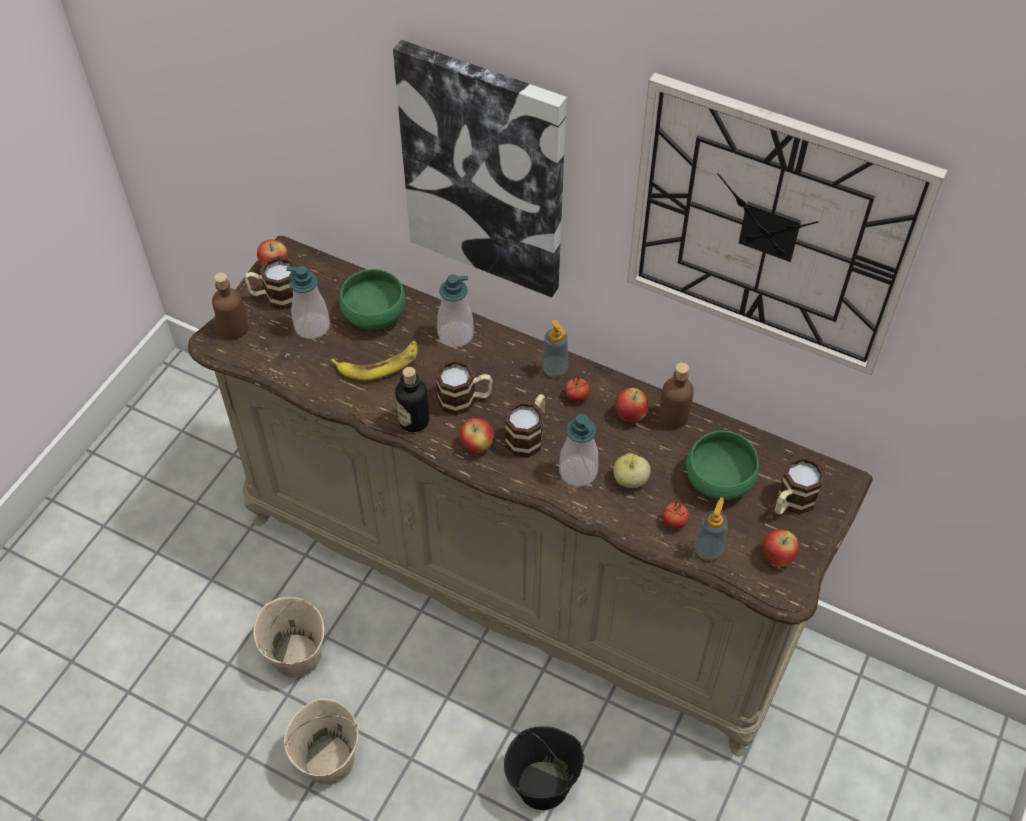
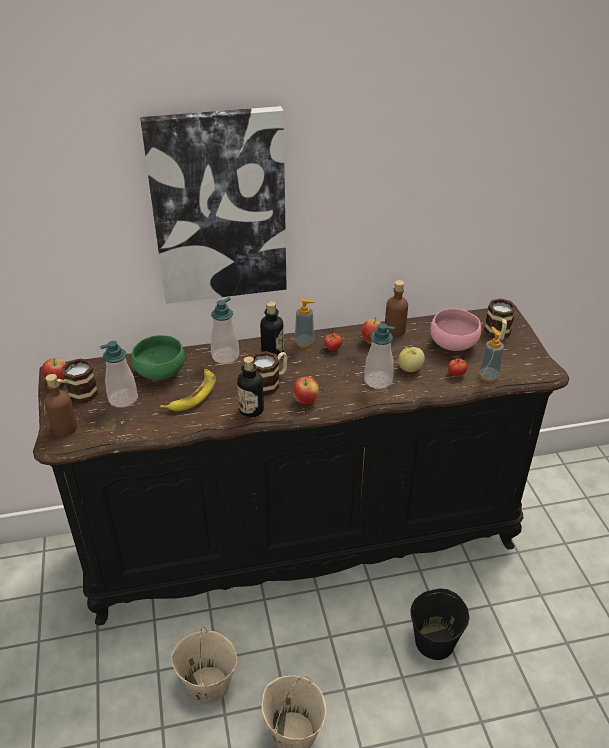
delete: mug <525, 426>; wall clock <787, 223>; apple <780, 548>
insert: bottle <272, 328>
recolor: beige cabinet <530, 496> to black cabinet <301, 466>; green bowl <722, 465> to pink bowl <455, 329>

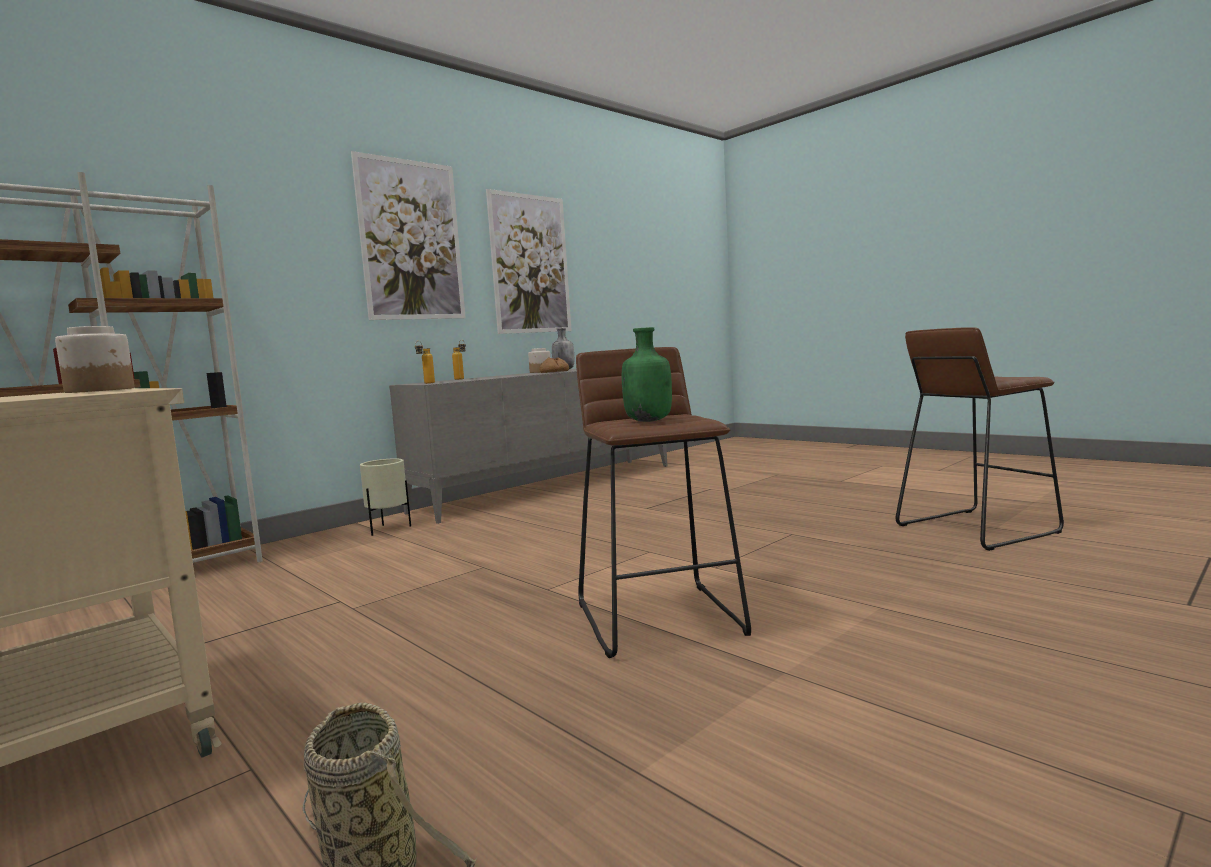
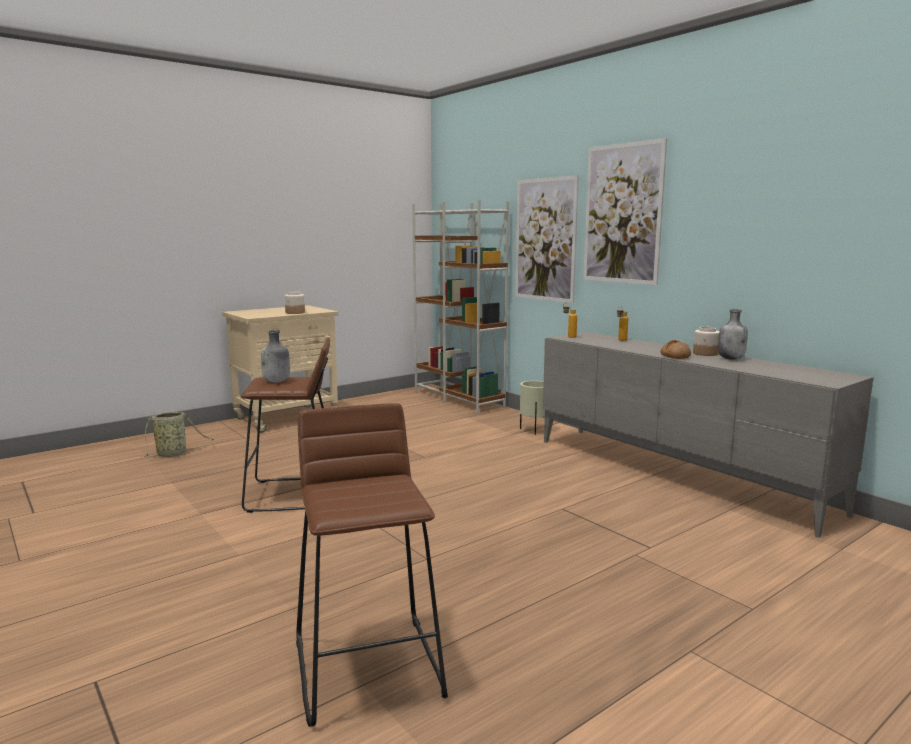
move: picture <529, 261> to <547, 239>
recolor: green bottle <647, 374> to grey bottle <275, 356>

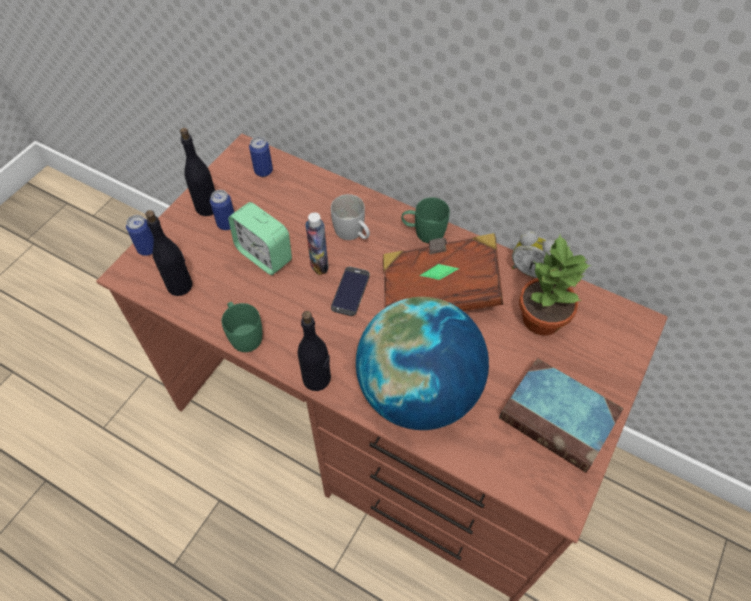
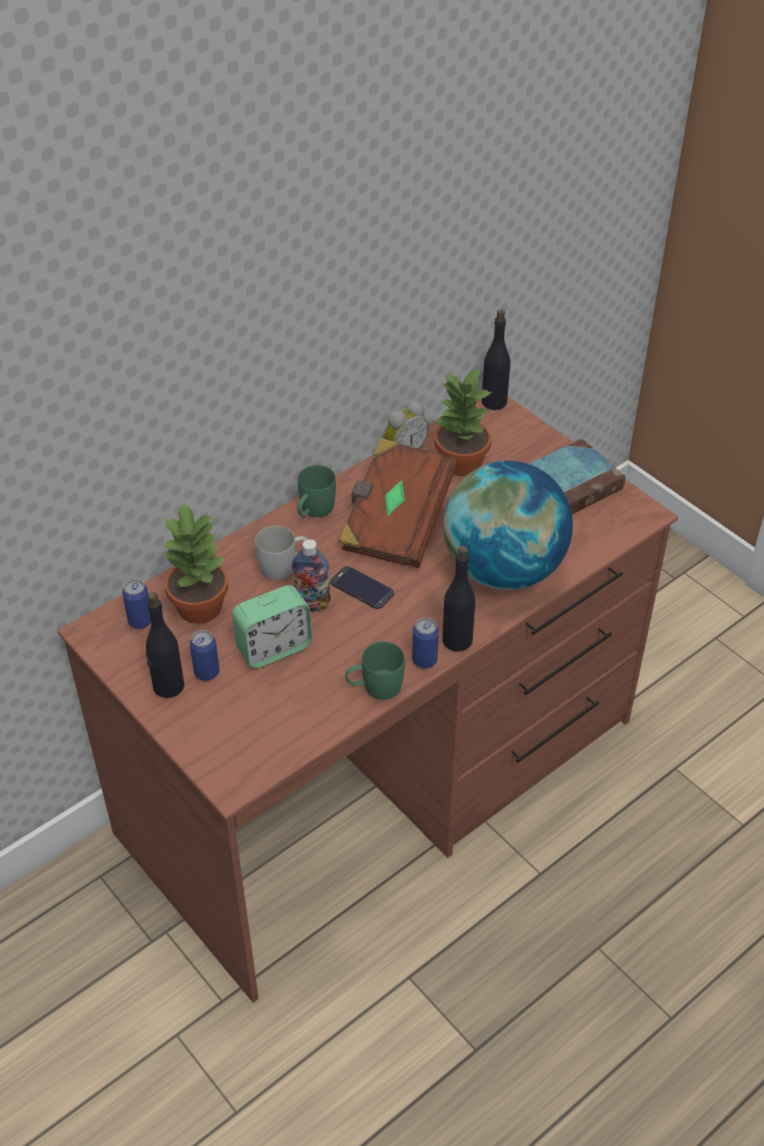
insert: potted plant <195, 562>
move: can <140, 235> to <425, 643>; black bottle <168, 253> to <495, 359>

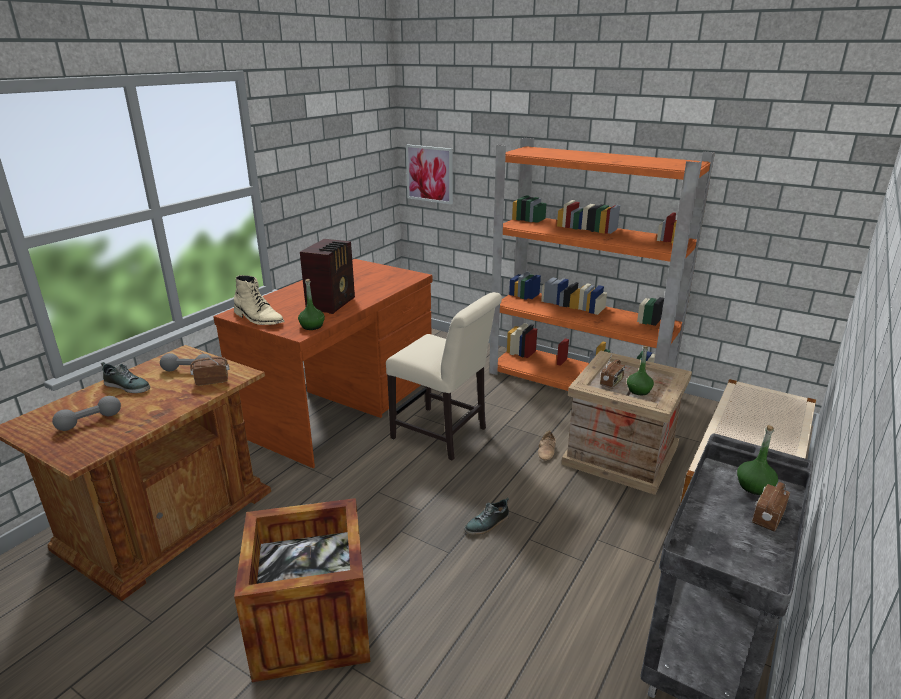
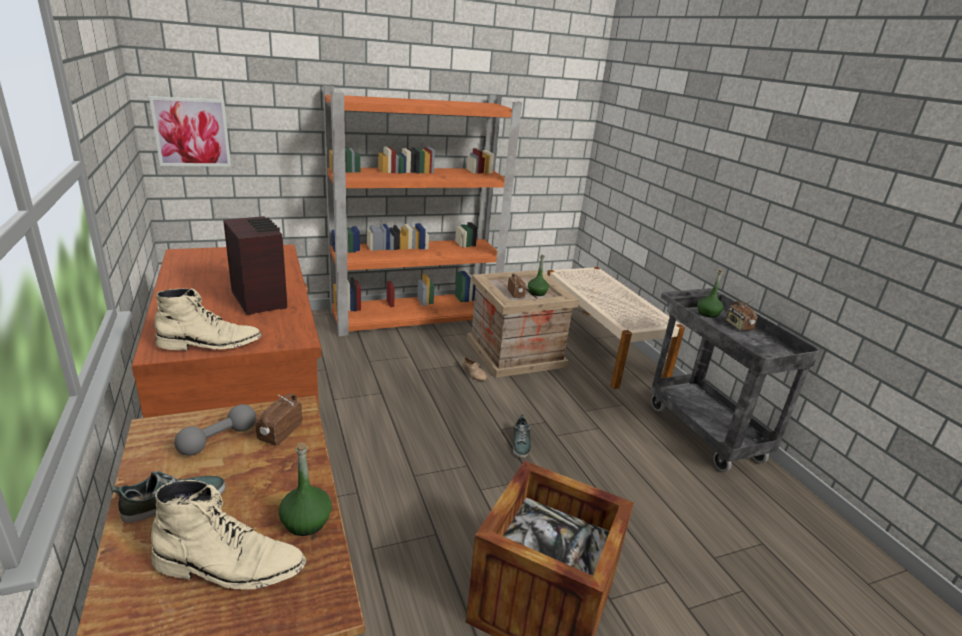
delete: beige chair <444, 376>
move: green bottle <311, 304> to <305, 489>
replace: grey dumbbell <86, 413> to beige boot <228, 535>

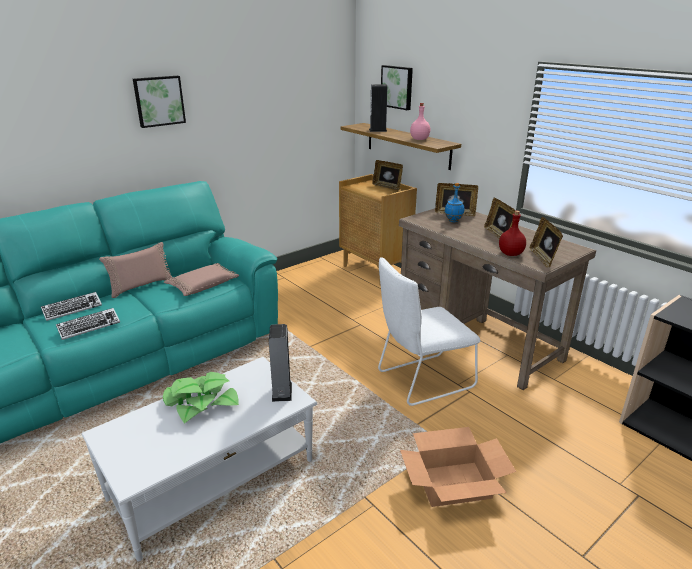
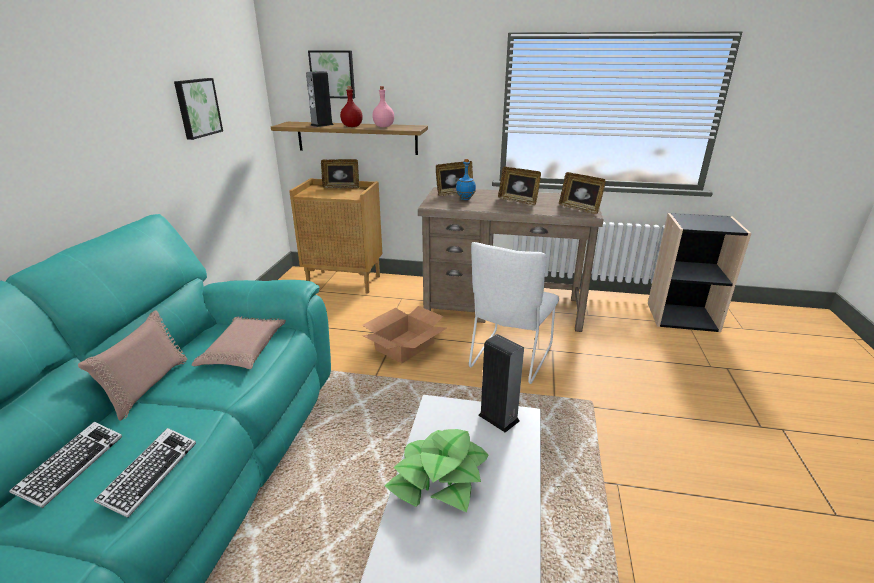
move: picture <159, 102> to <198, 109>; cardboard box <458, 467> to <404, 334>; red bottle <512, 233> to <351, 106>

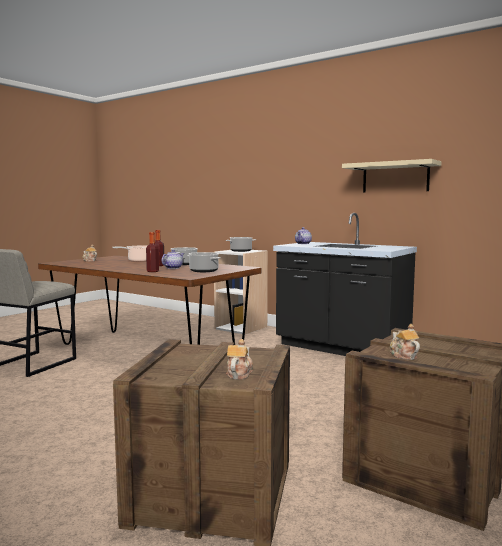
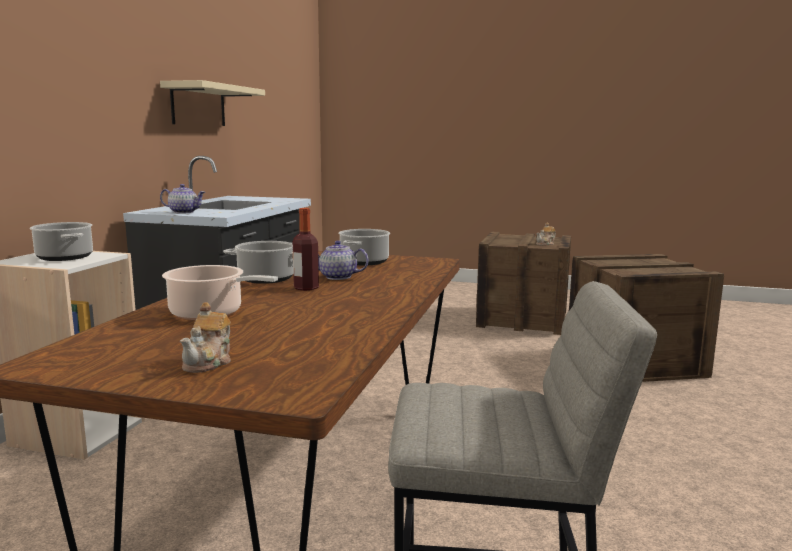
delete: bottle <152, 252>; teapot <239, 359>

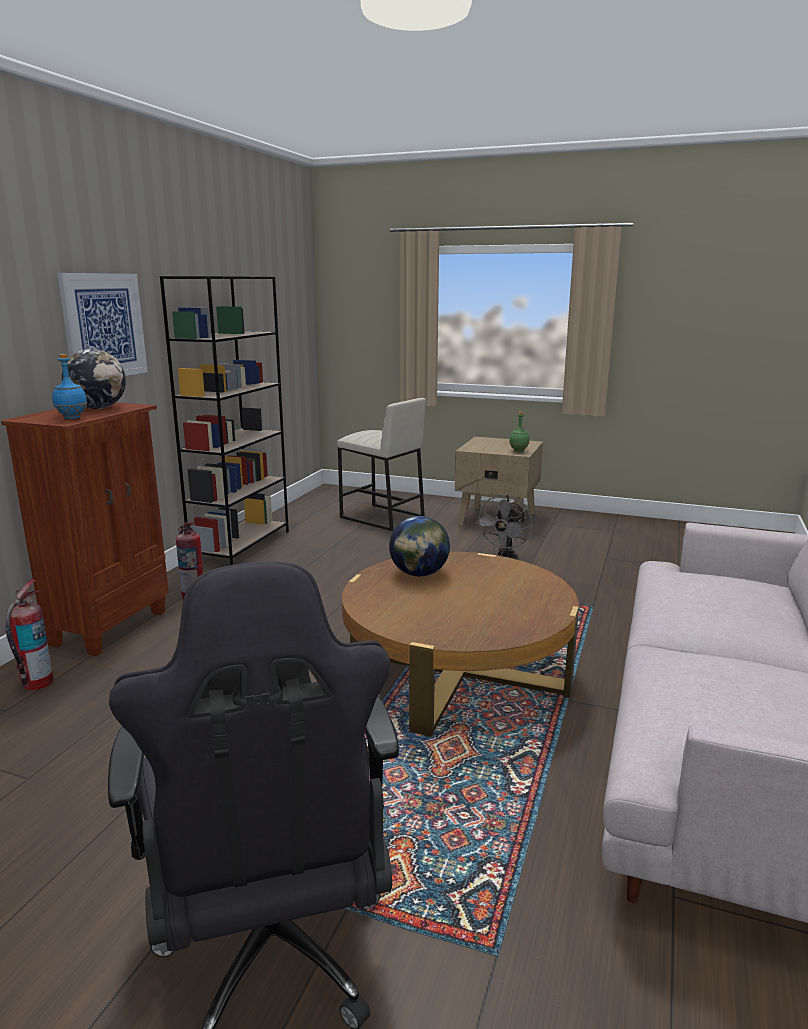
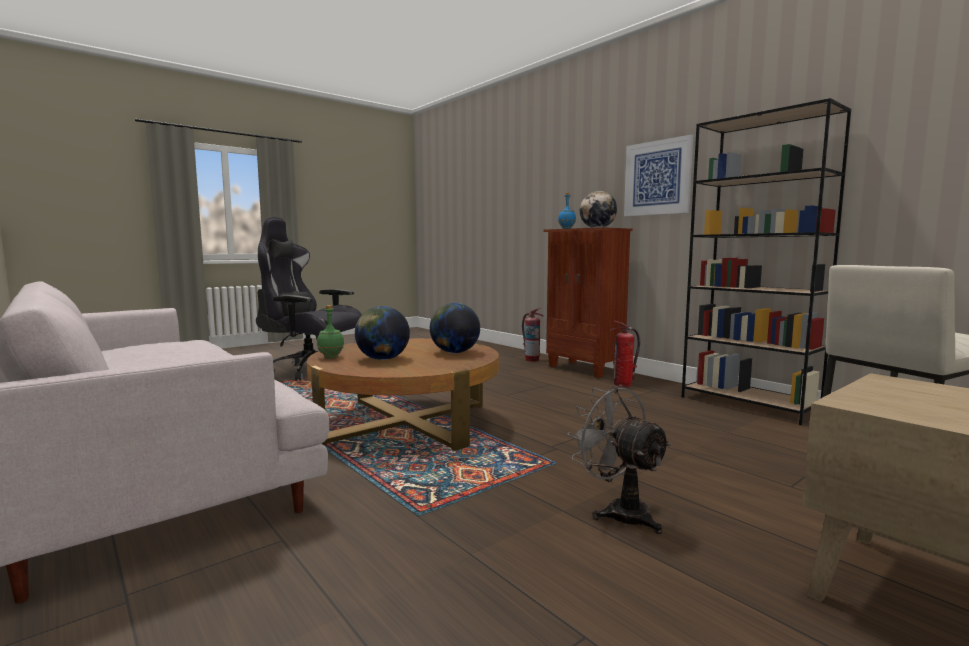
insert: globe <382, 333>
move: green bottle <519, 432> to <330, 331>

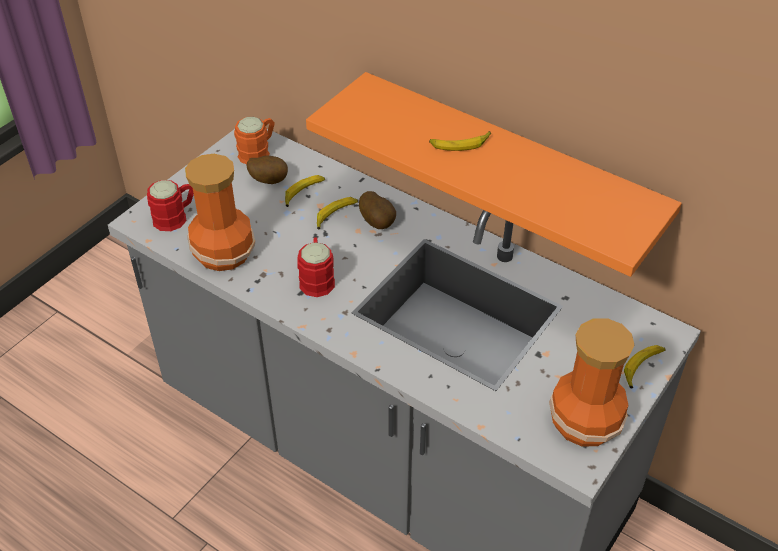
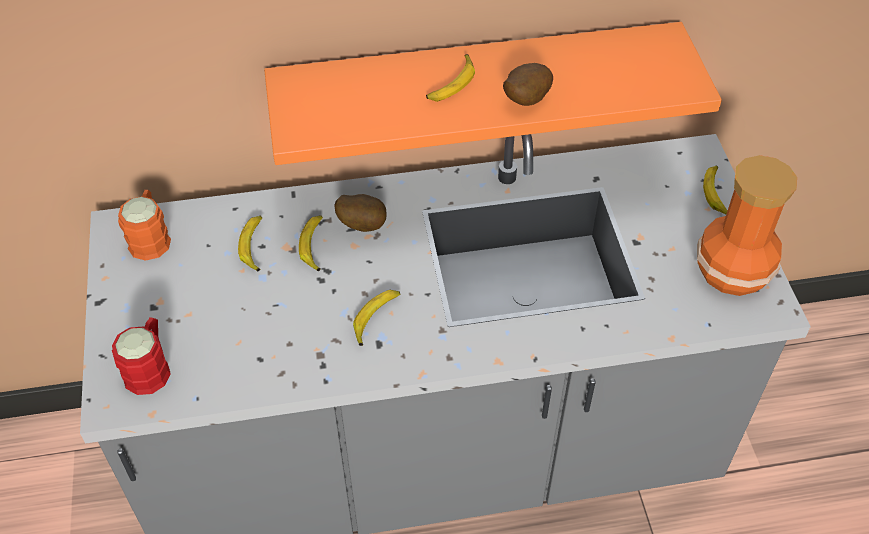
delete: vase <220, 212>
move: potato <267, 169> to <528, 84>
replace: red mug <316, 267> to banana <377, 318>

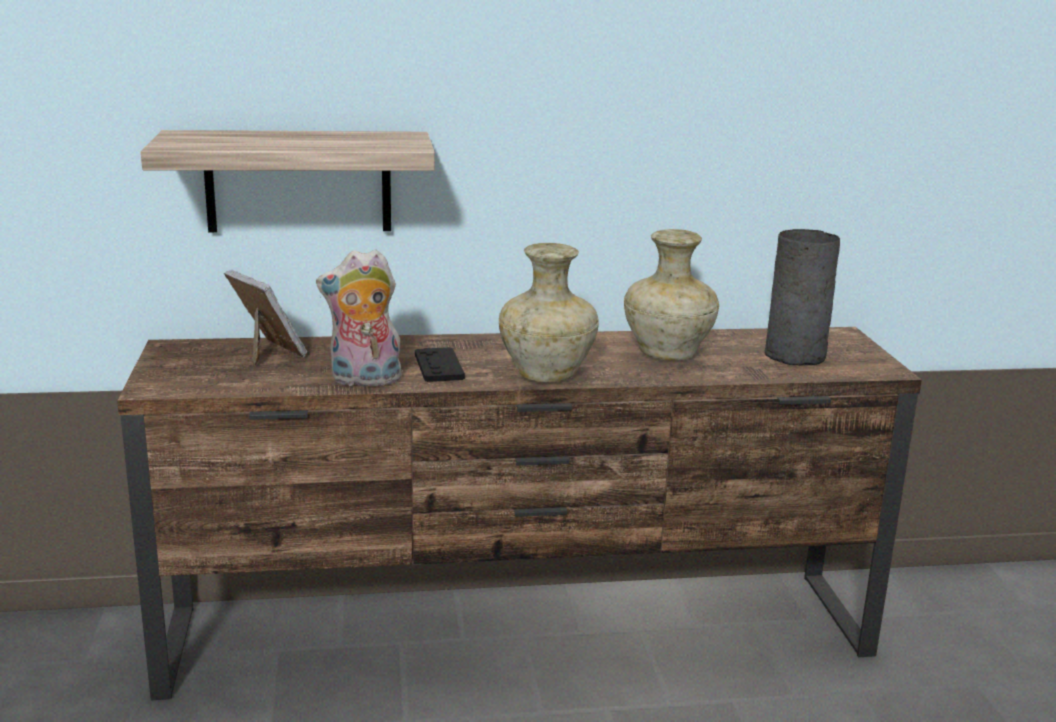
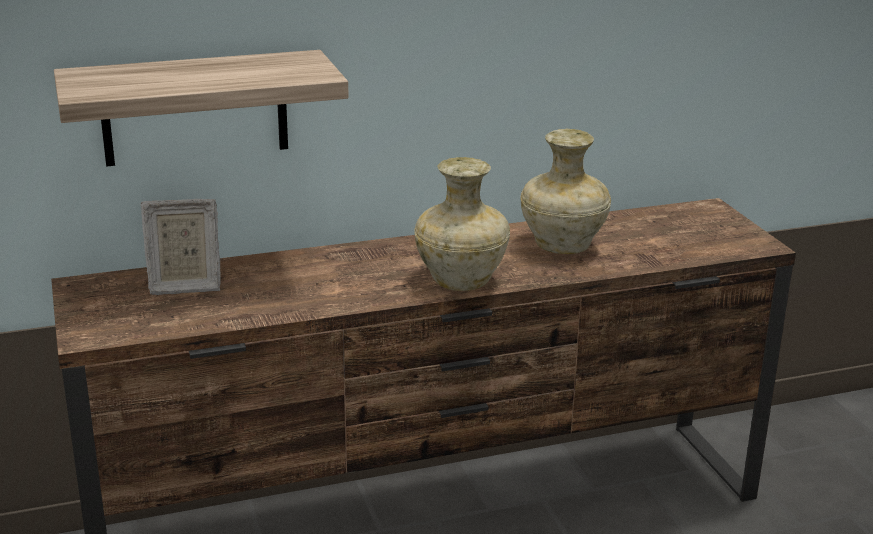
delete: plush toy <359, 319>; black game controller <440, 364>; grey vase <802, 297>
rotate: picture frame <265, 317> = <180, 247> 135 degrees clockwise

